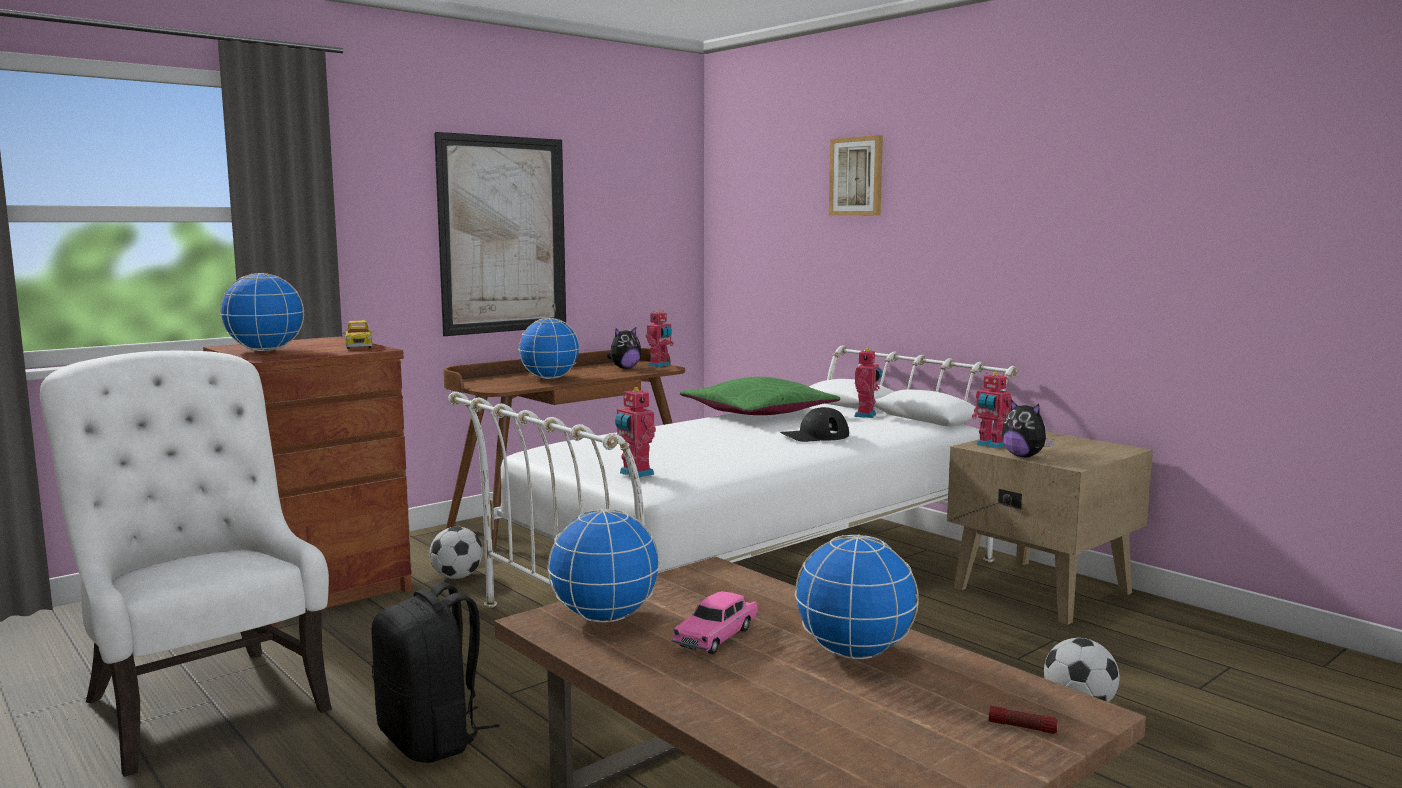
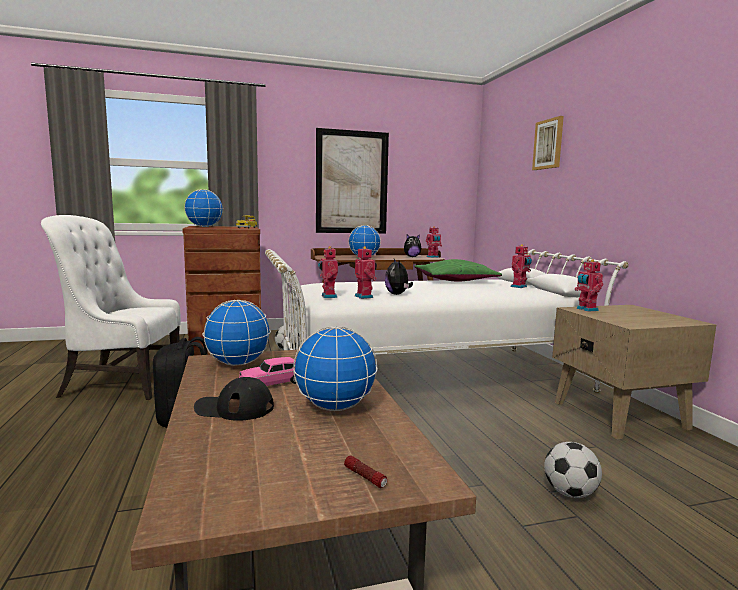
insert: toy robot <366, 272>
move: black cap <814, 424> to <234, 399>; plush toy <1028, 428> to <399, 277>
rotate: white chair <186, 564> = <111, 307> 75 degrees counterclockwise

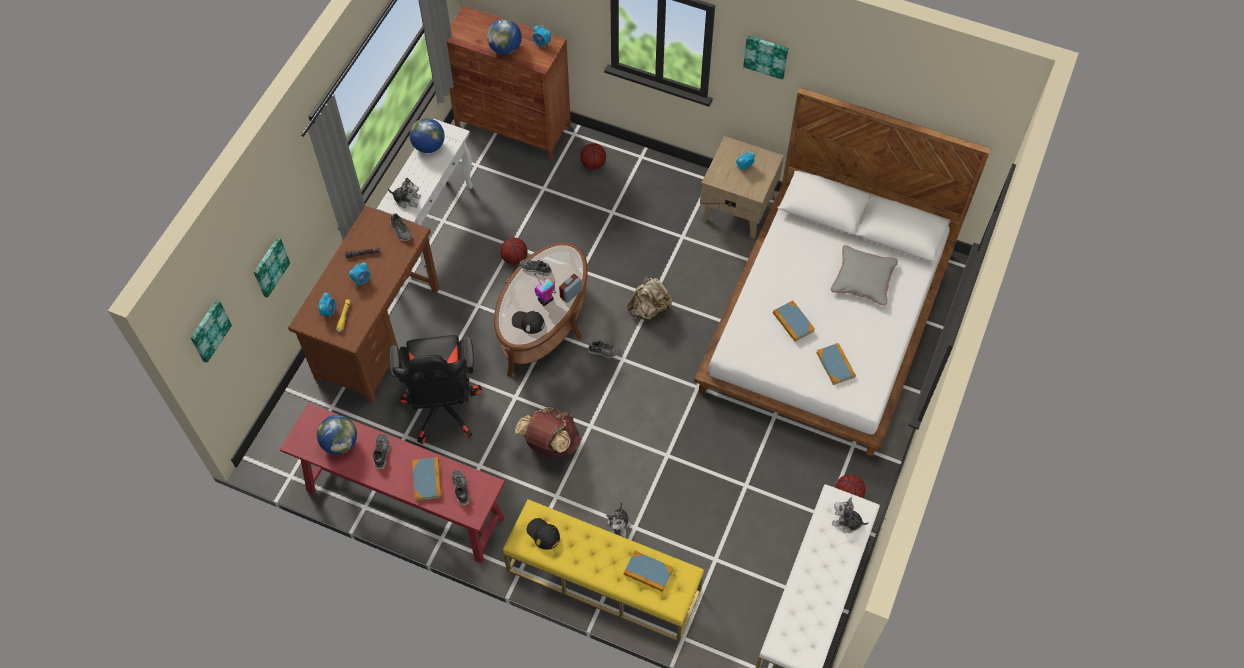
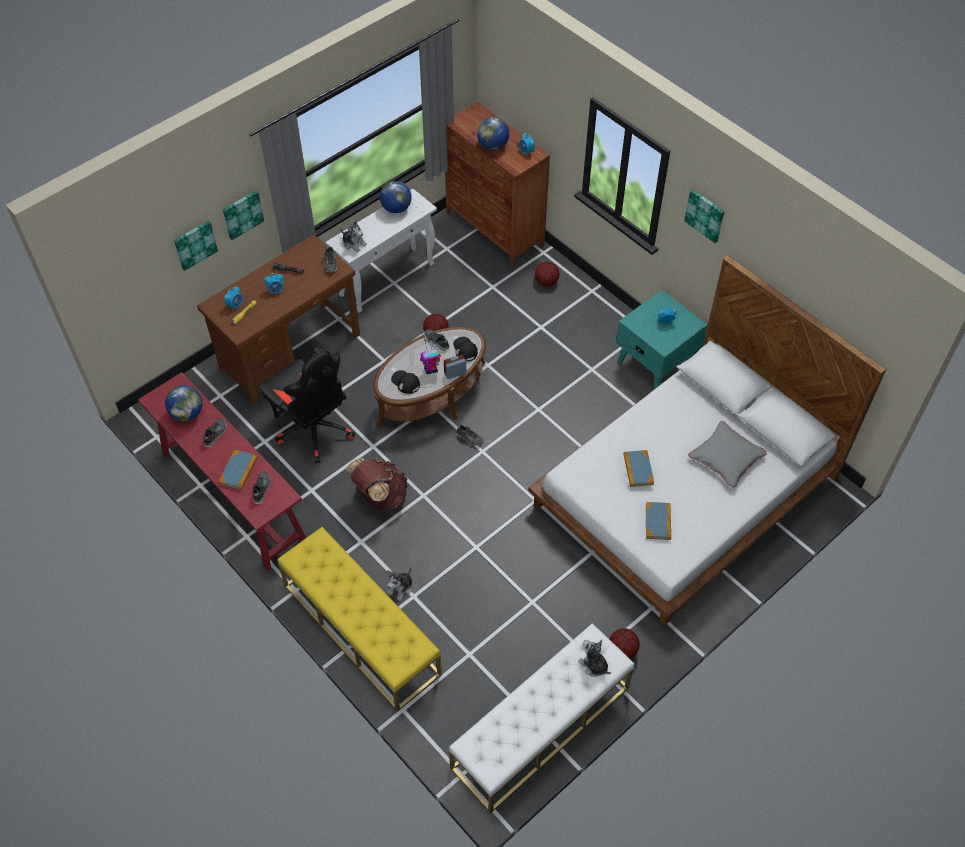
delete: book <648, 571>; beige backpack <649, 298>
move: picture <211, 331> to <243, 215>; black cap <543, 534> to <465, 349>
recolor: beige nightstand <742, 187> to turquoise nightstand <661, 339>
rotate: black office chair <435, 389> = <307, 405> 60 degrees counterclockwise

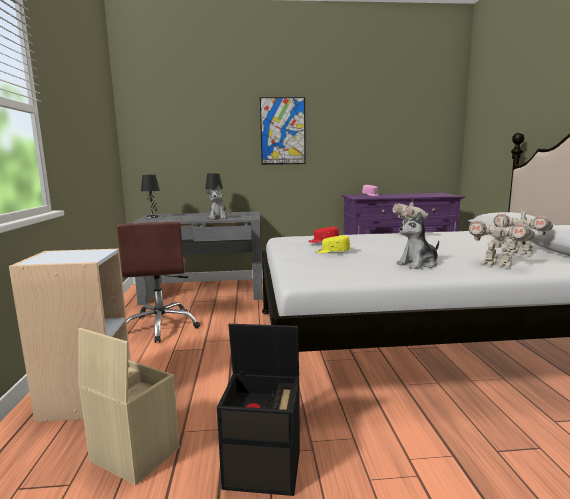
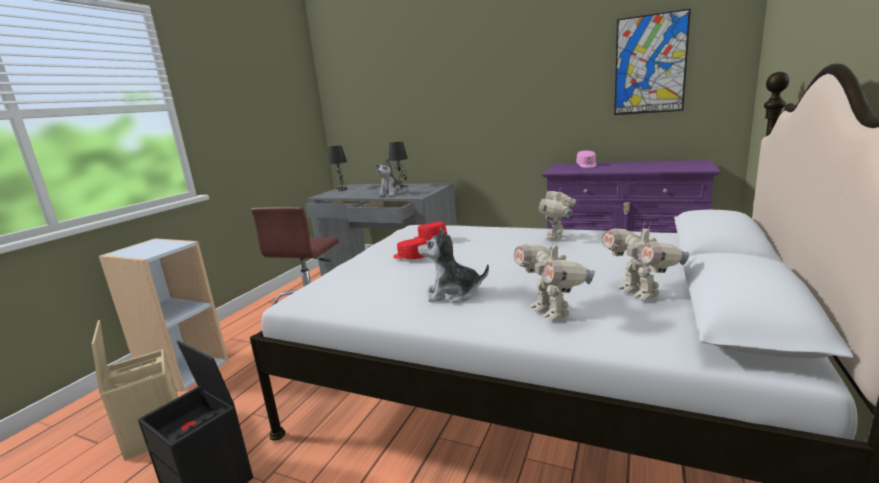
move: picture <283, 131> to <652, 62>
recolor: yellow cap <333, 244> to red cap <410, 248>

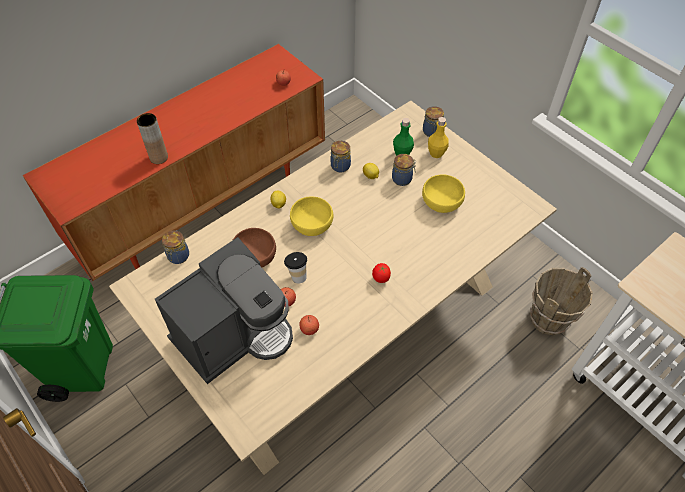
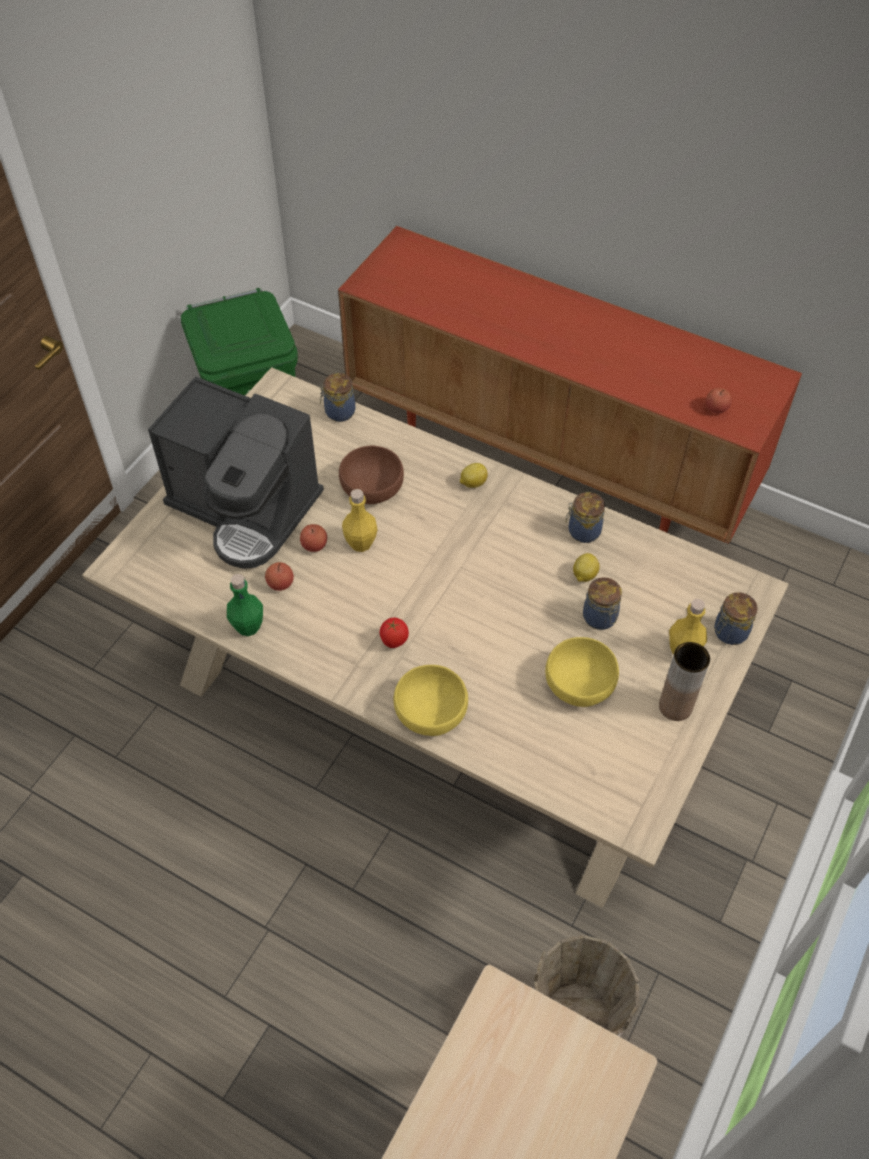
move: brown vase <152, 138> to <684, 681>; yellow bowl <312, 216> to <431, 700>; green bottle <403, 137> to <245, 605>
replace: cup <295, 267> to yellow bottle <360, 520>

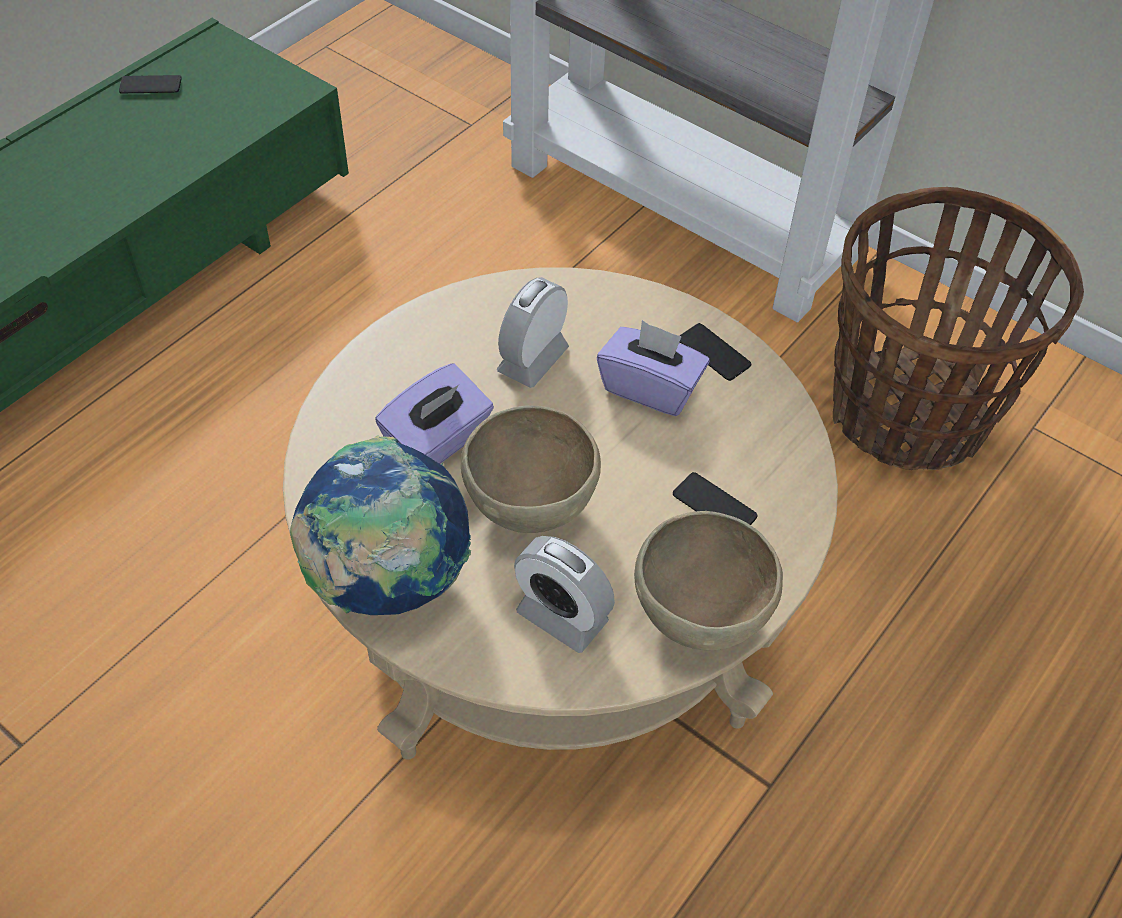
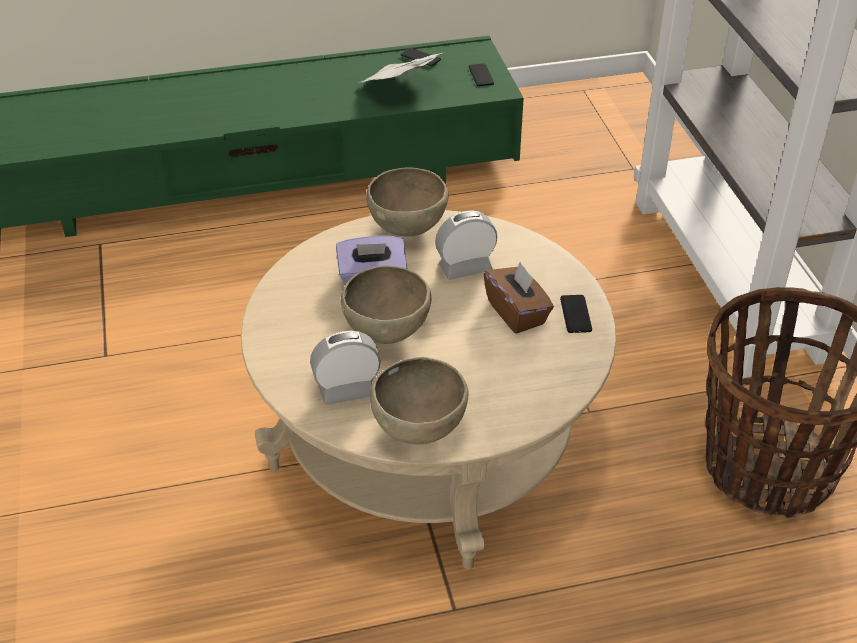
delete: globe <380, 525>
insert: newspaper <401, 67>; brown bowl <407, 202>
move: phone <715, 498> to <481, 74>
recolor: purple tissue box <653, 368> to brown tissue box <519, 298>
rotate: alarm clock <564, 594> = <345, 367> 90 degrees clockwise

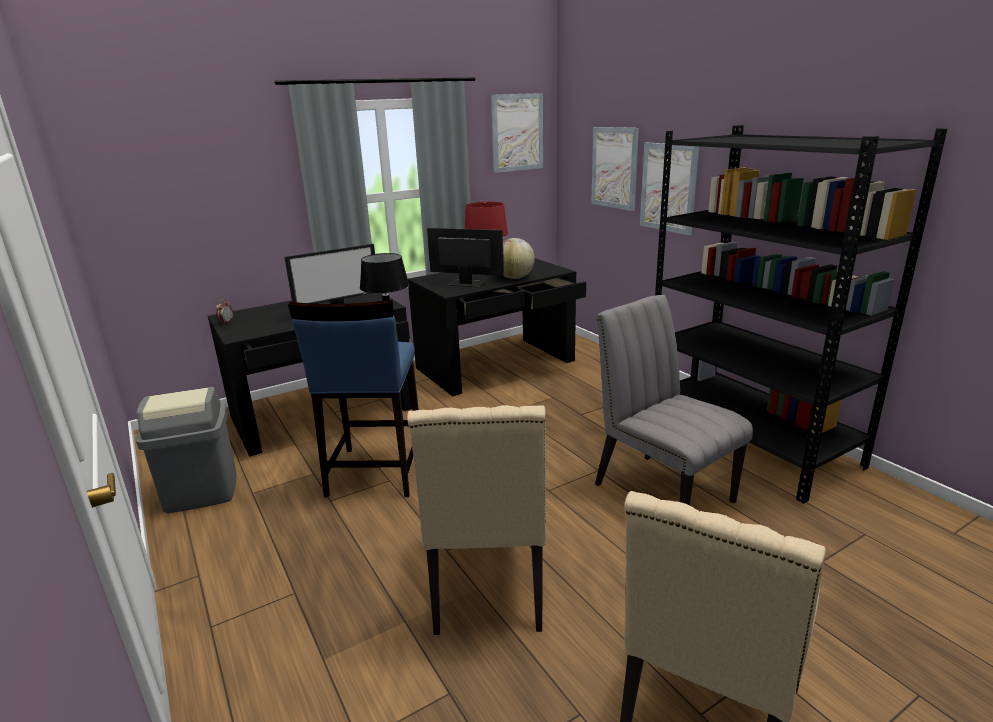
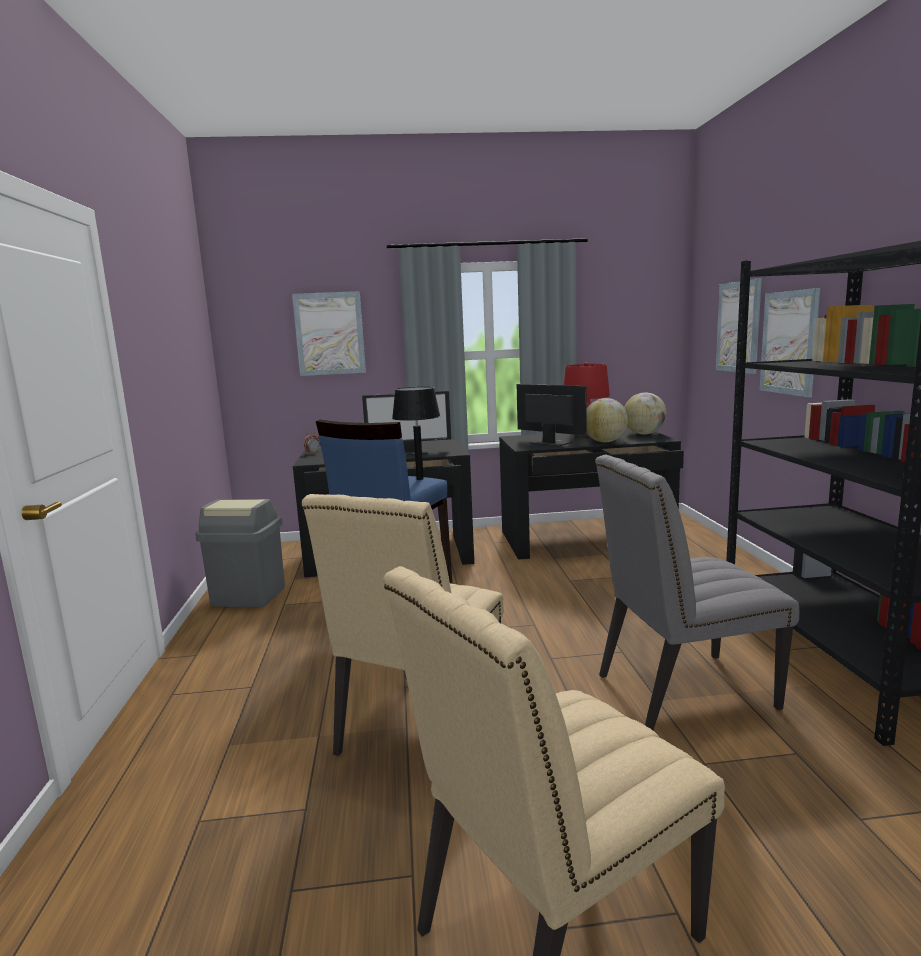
insert: globe <645, 413>
move: picture <517, 133> to <329, 333>
rotate: grey chair <674, 400> = <697, 592> 90 degrees counterclockwise

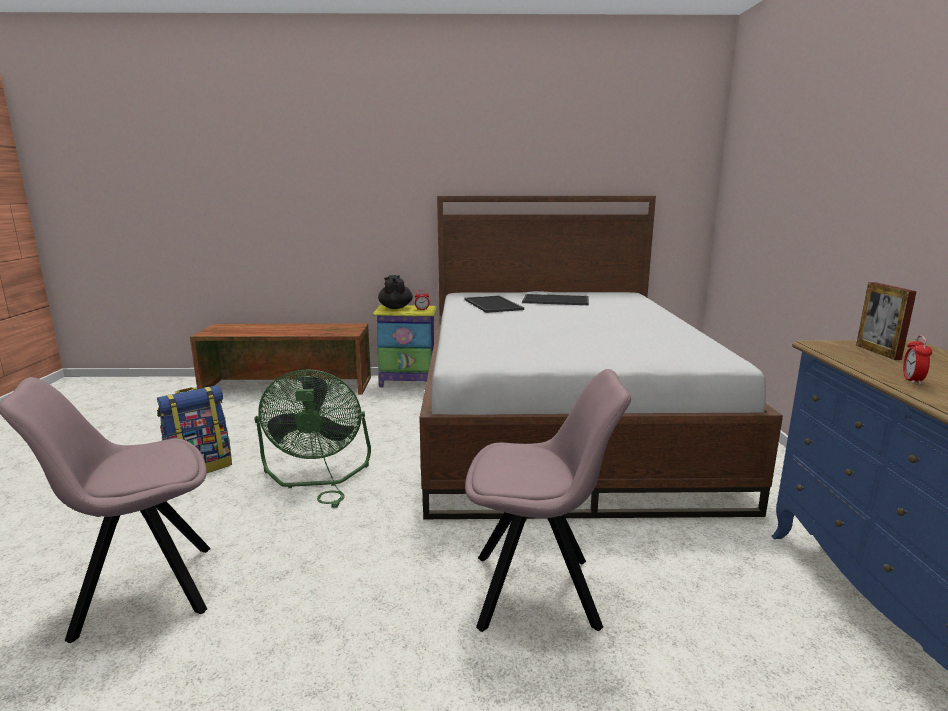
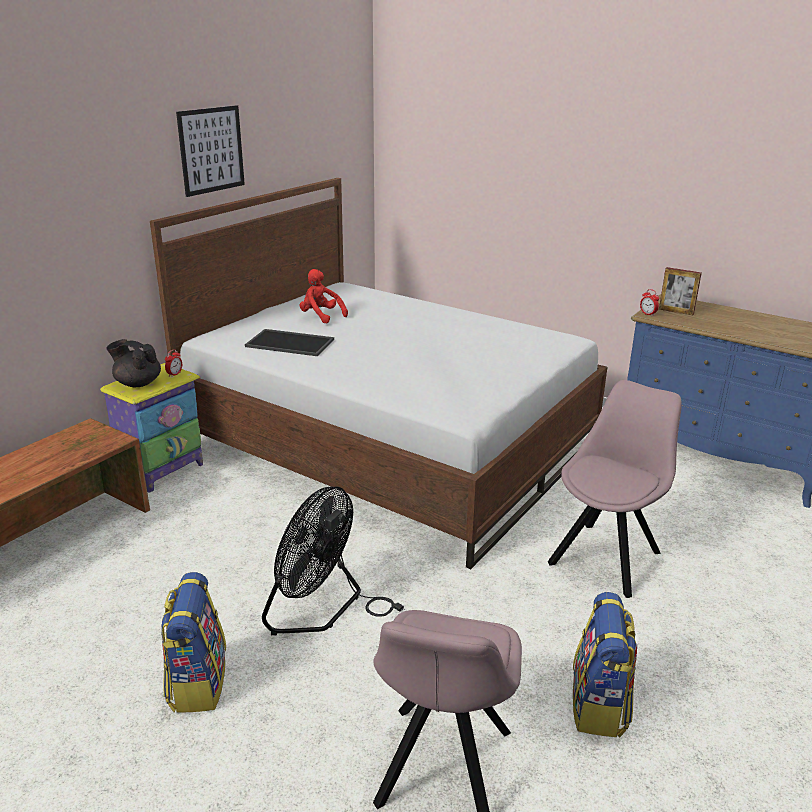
insert: picture <210, 151>; backpack <605, 665>
move: alarm clock <917, 360> to <649, 302>
replace: tray <555, 299> to red plush toy <324, 296>
recolor: green fan <312, 439> to black fan <333, 561>

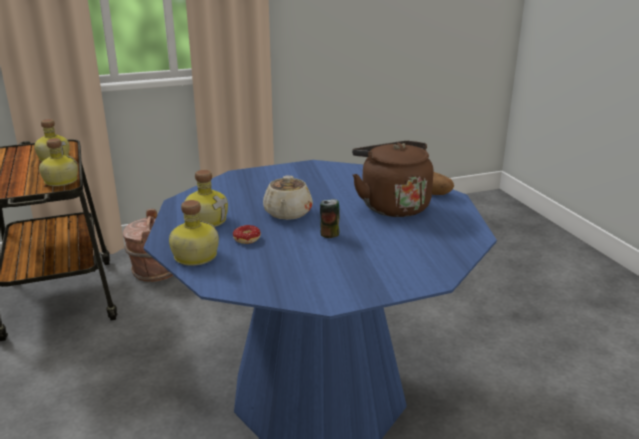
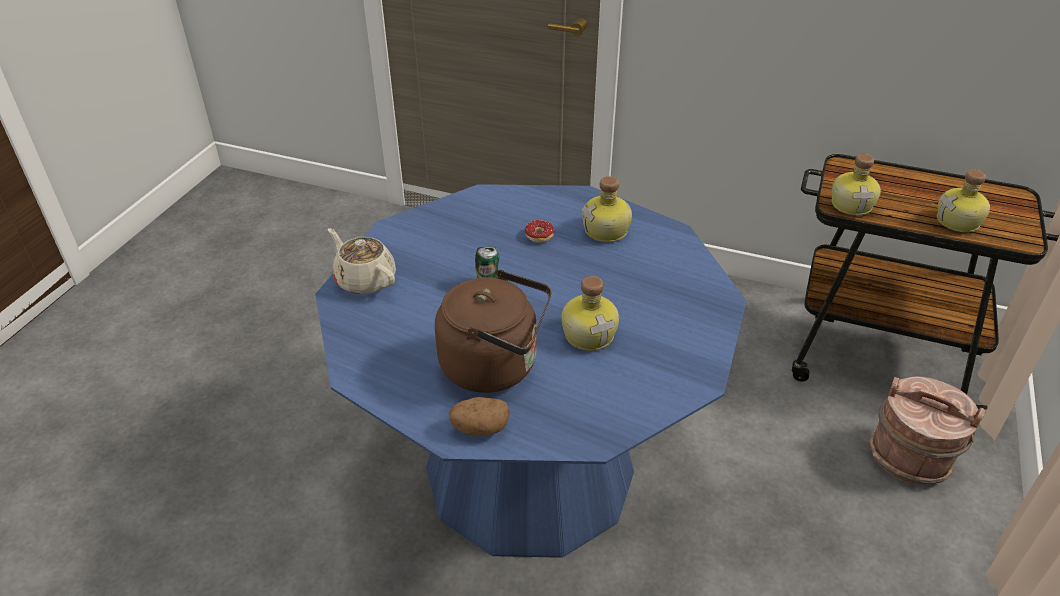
move: bottle <194, 233> to <590, 313>; beige teapot <288, 198> to <362, 261>

